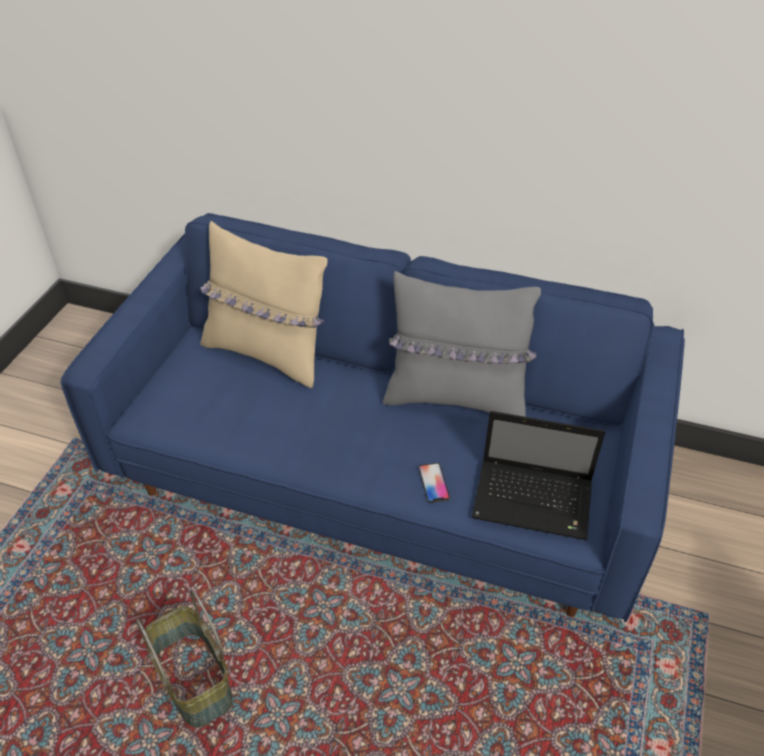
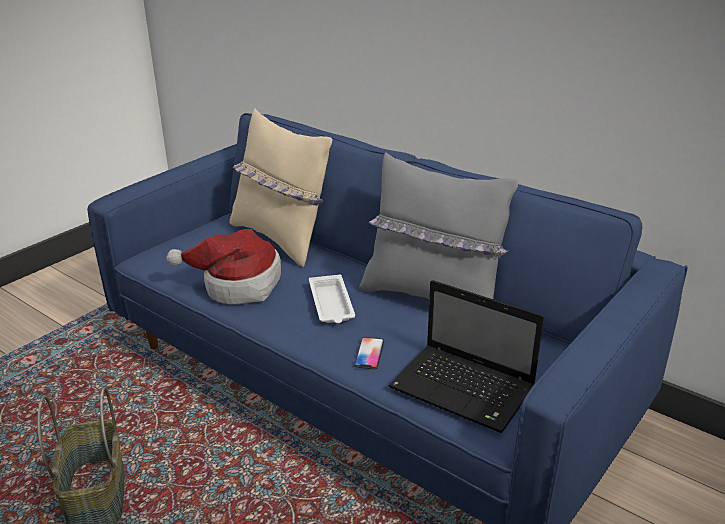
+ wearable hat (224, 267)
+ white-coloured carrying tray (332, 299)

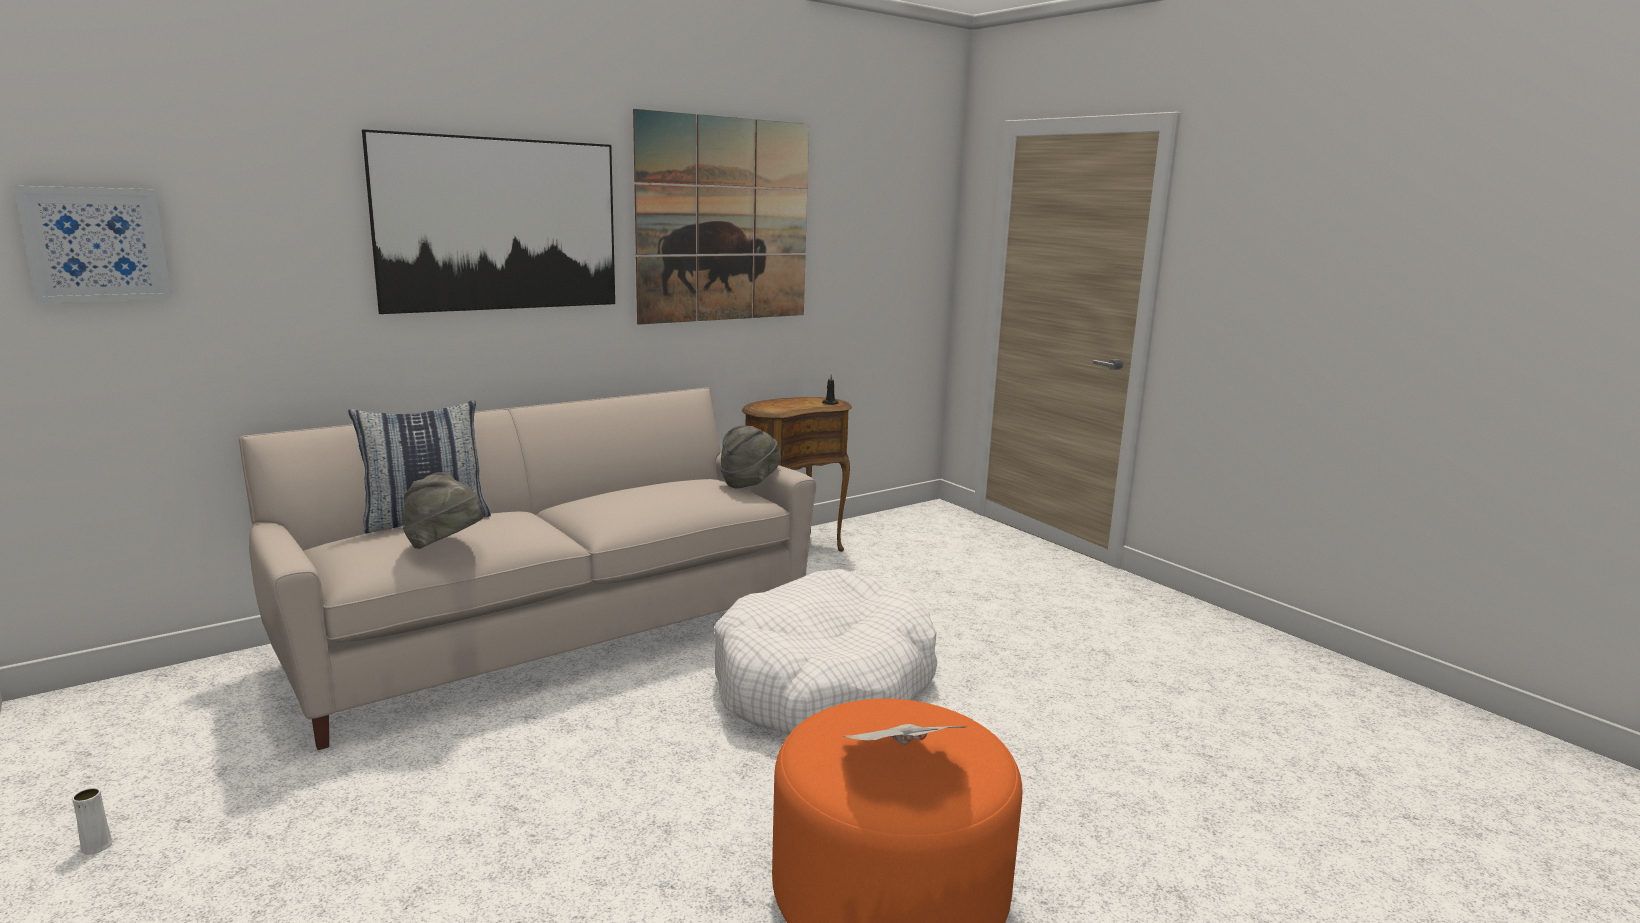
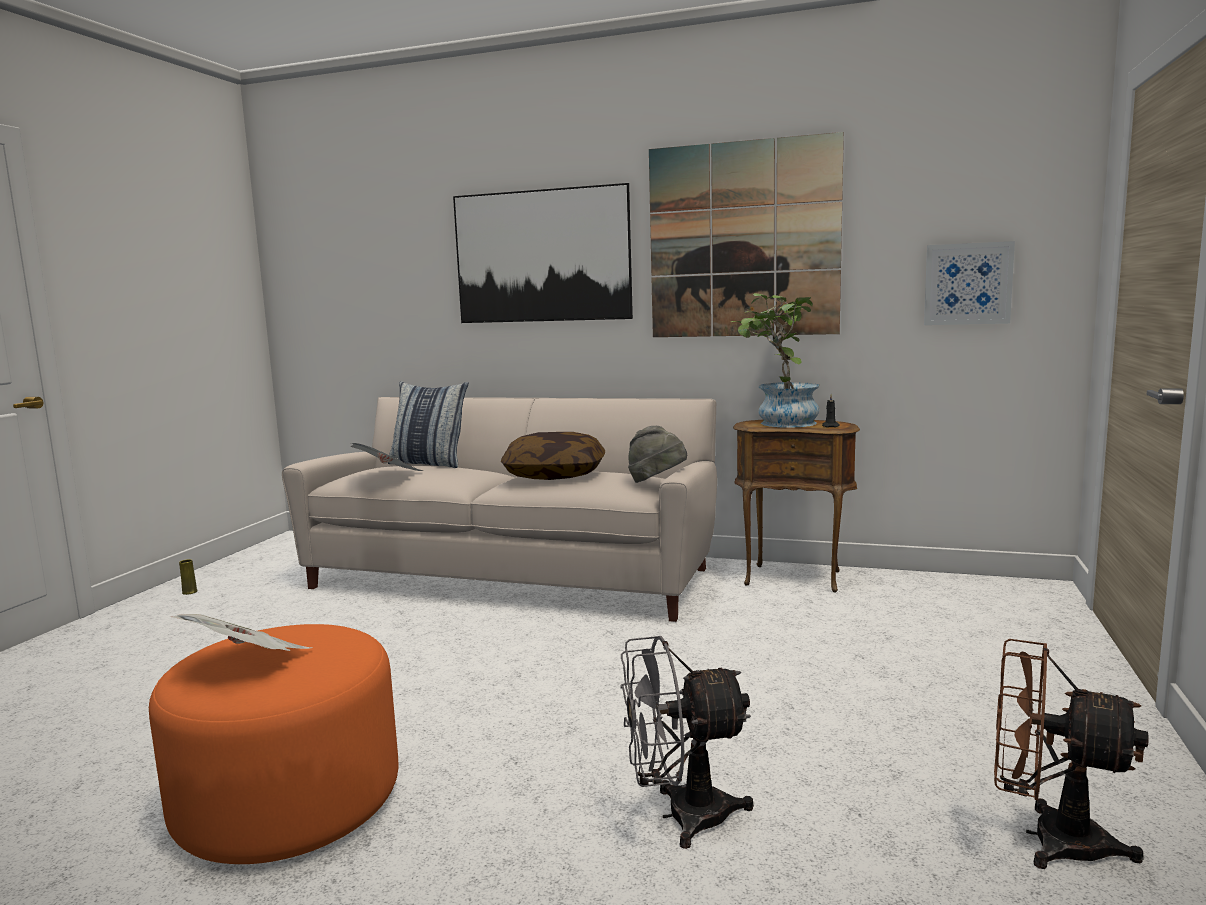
~ picture (93, 244) to (969, 283)
~ grey wearable hat (444, 510) to printed paper (387, 457)
- white-coloured dog cushion (825, 652)
~ white-coloured decorative vase (92, 821) to yellow decorative vase (188, 577)
+ potted plant (775, 360)
+ cushion (553, 456)
+ grey cooling fan (687, 742)
+ brownish cooling fan (1071, 754)

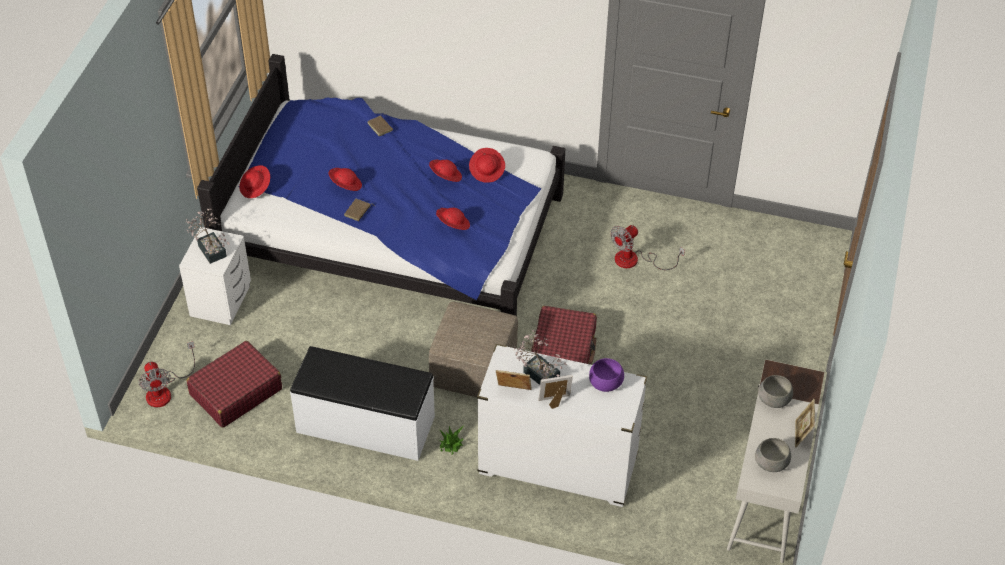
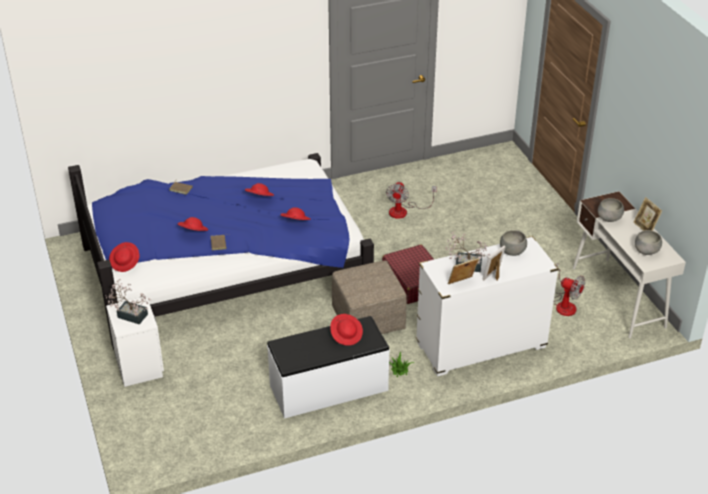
~ reddish wearable hat (487, 165) to (346, 329)
~ cooling fan (167, 374) to (569, 289)
- reddish travel case (234, 384)
~ purple-coloured bowl (606, 375) to grey bowl (513, 243)

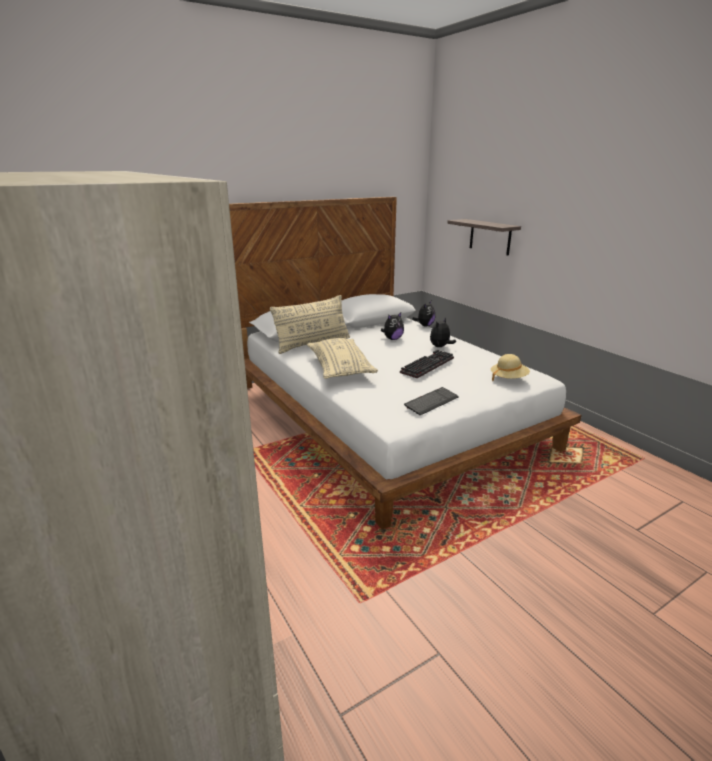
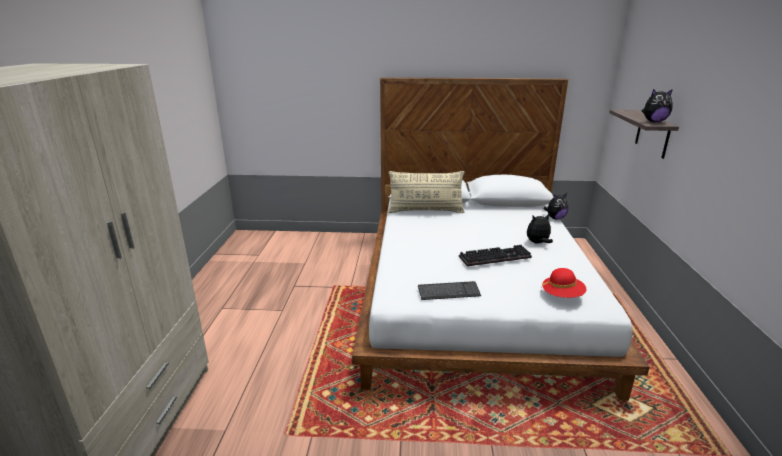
~ cuddly toy (392, 326) to (657, 105)
- beige cushion (342, 358)
~ beige wearable hat (510, 367) to reddish wearable hat (564, 283)

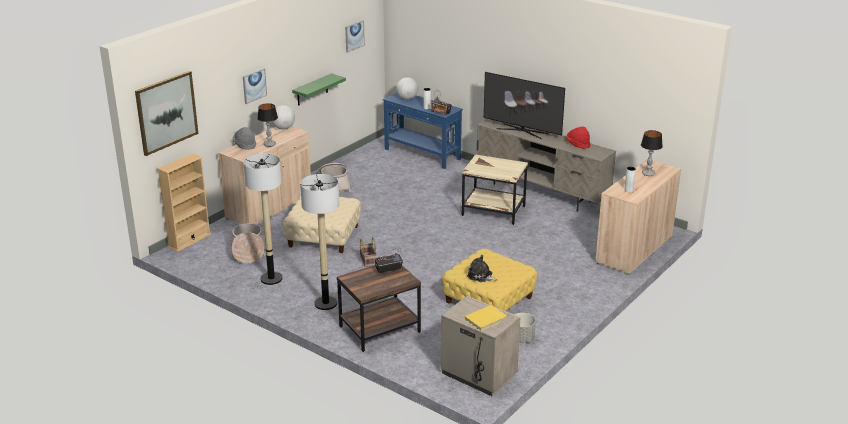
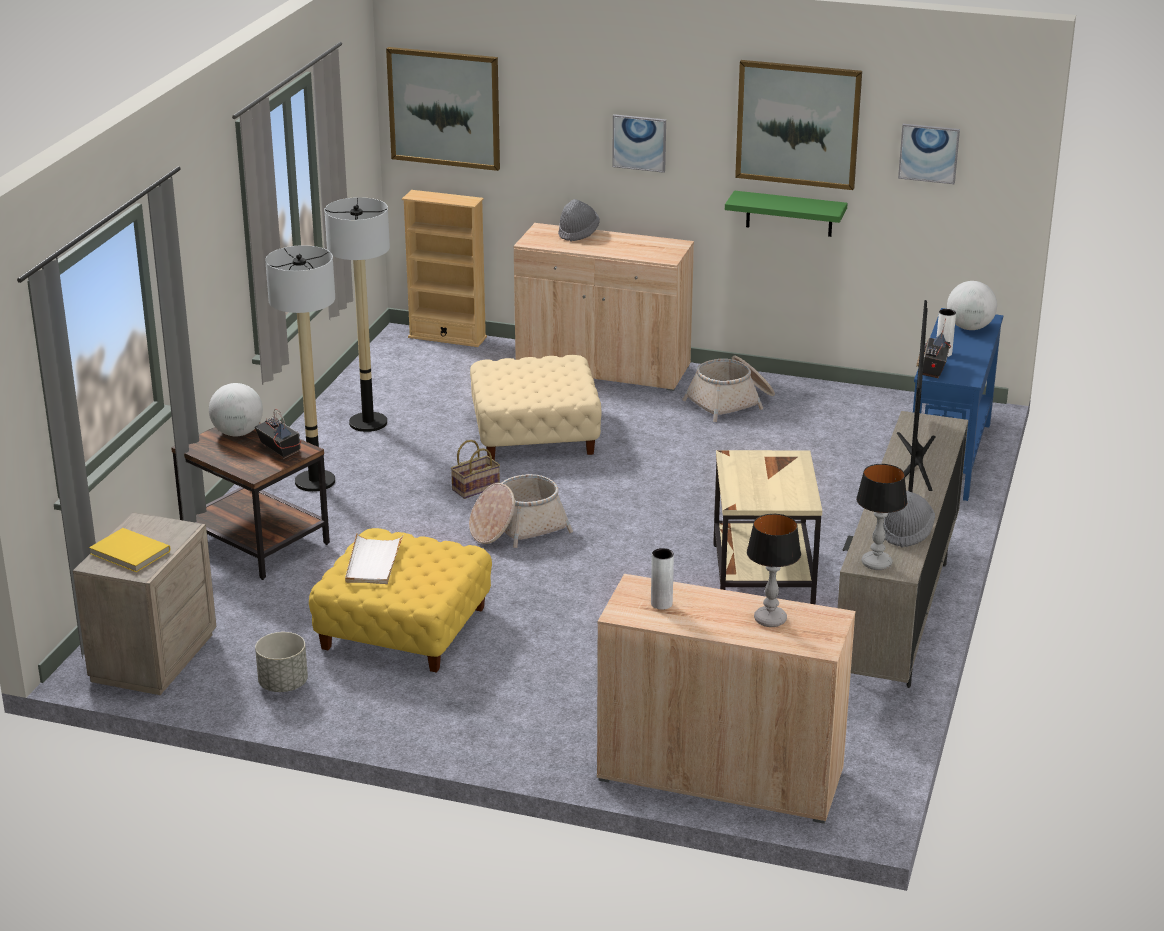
~ tabletop lamp (267, 125) to (881, 517)
~ desk globe (283, 117) to (236, 409)
~ reddish wearable hat (578, 138) to grey wearable hat (909, 519)
~ storage basket (248, 243) to (521, 511)
~ cuddly toy (482, 268) to white-coloured carrying tray (374, 558)
+ picture (798, 125)

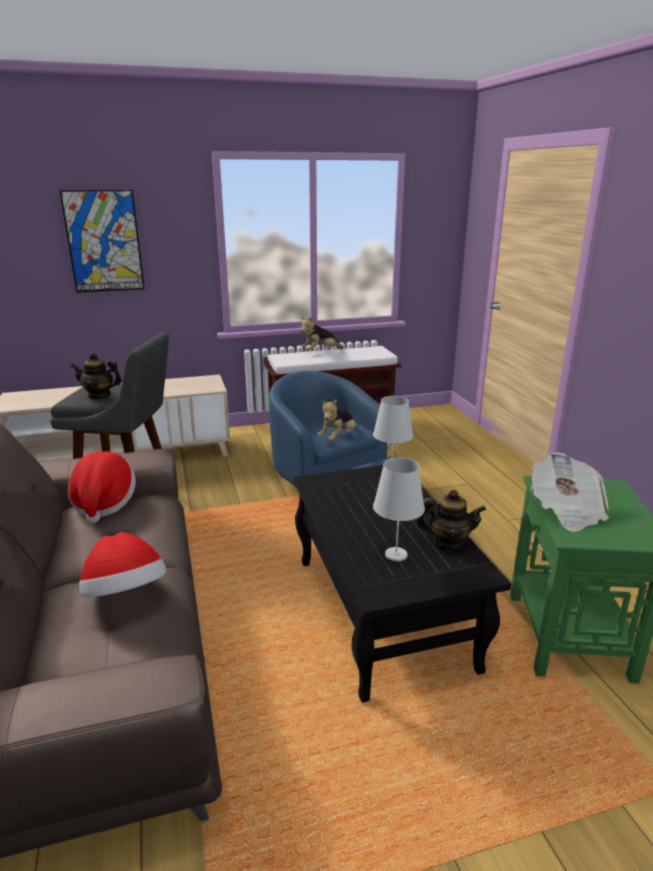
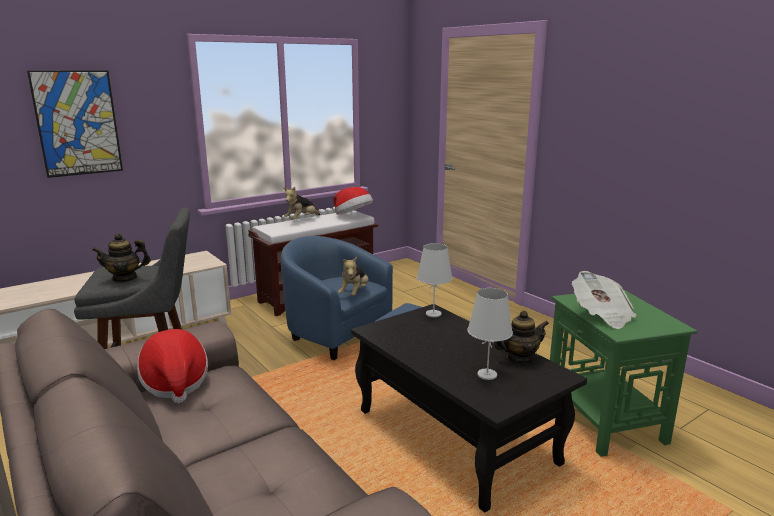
~ wearable hat (123, 564) to (353, 201)

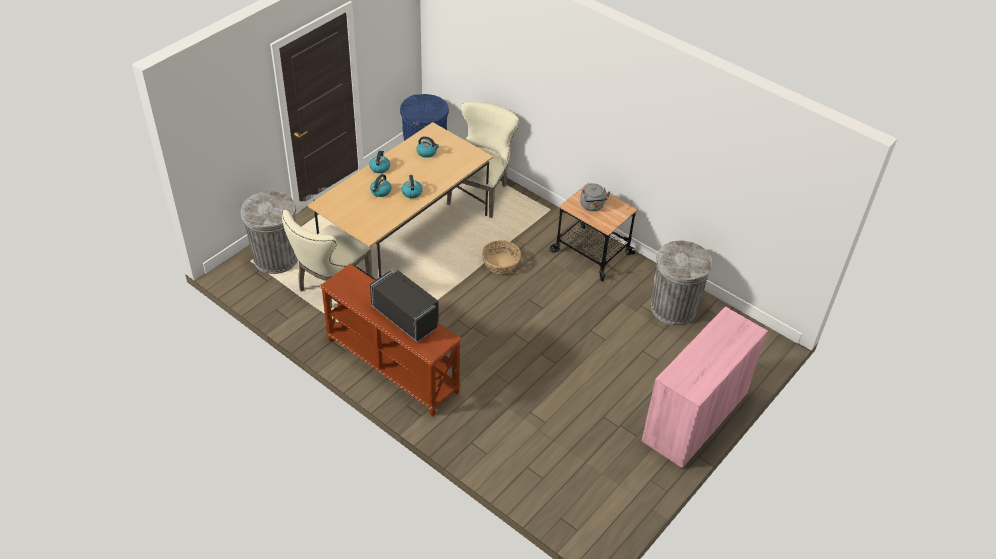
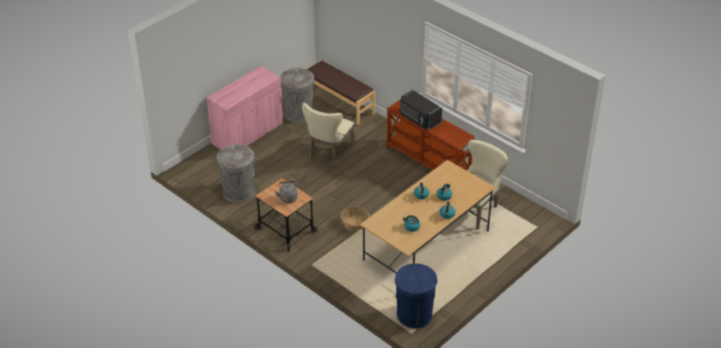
~ beige chair (483, 160) to (328, 134)
~ grey trash can (269, 232) to (297, 95)
+ brownish indoor bench (340, 93)

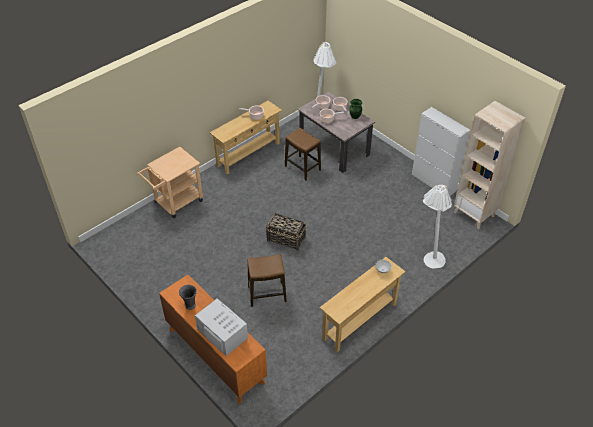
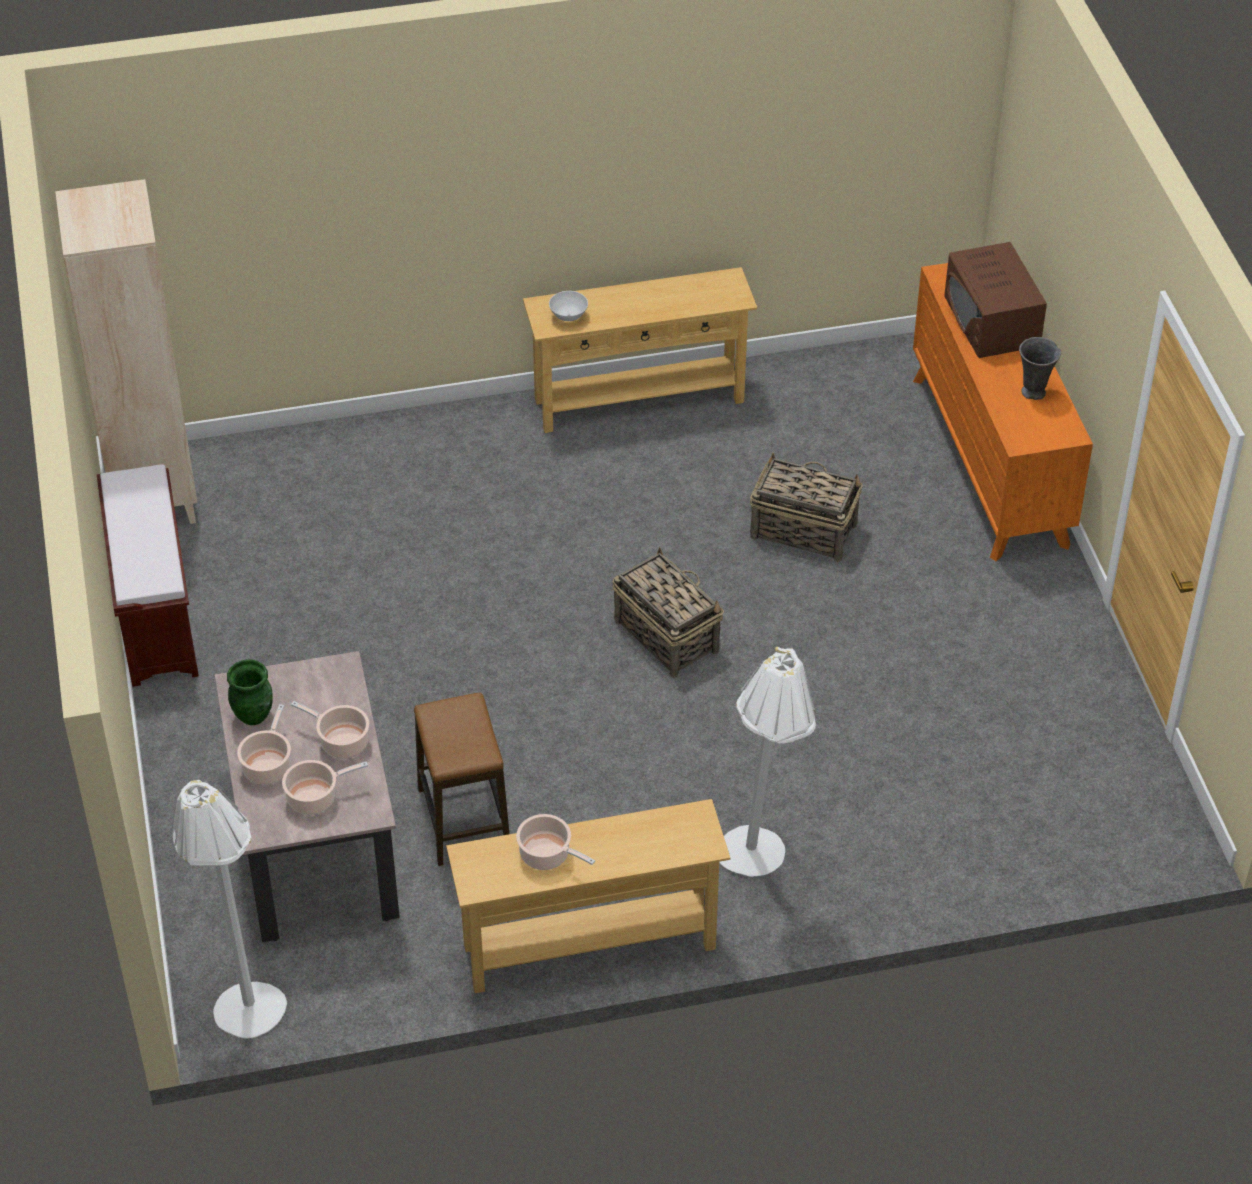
~ white-coloured storage cabinet (441, 151) to brownish indoor bench (148, 575)
- beige wheeled cart (170, 182)
~ white-coloured standard lamp (437, 227) to (768, 762)
~ stool seat (267, 280) to storage basket (806, 507)
~ white-coloured kitchen microwave (221, 327) to brownish kitchen microwave (995, 300)

